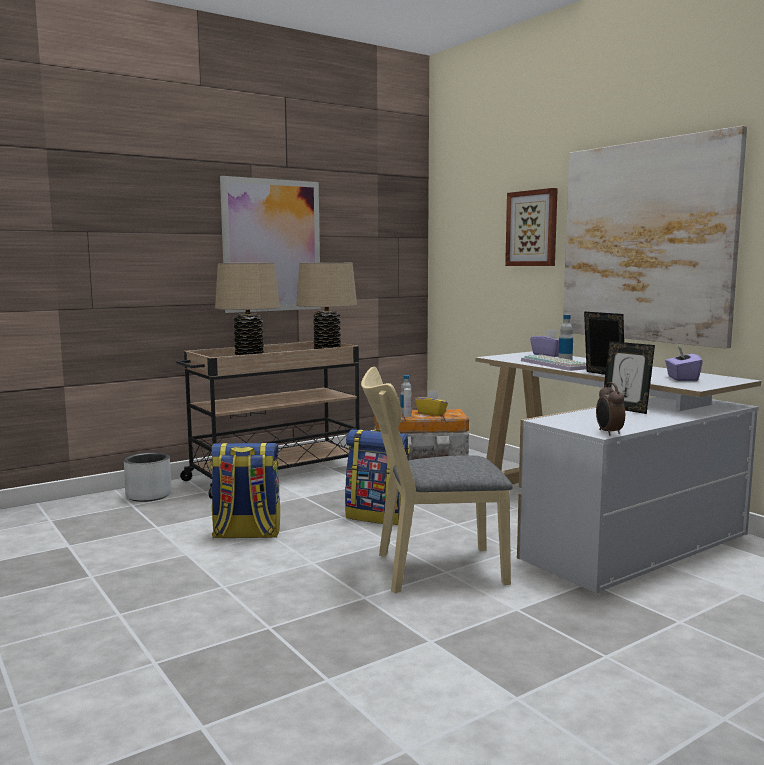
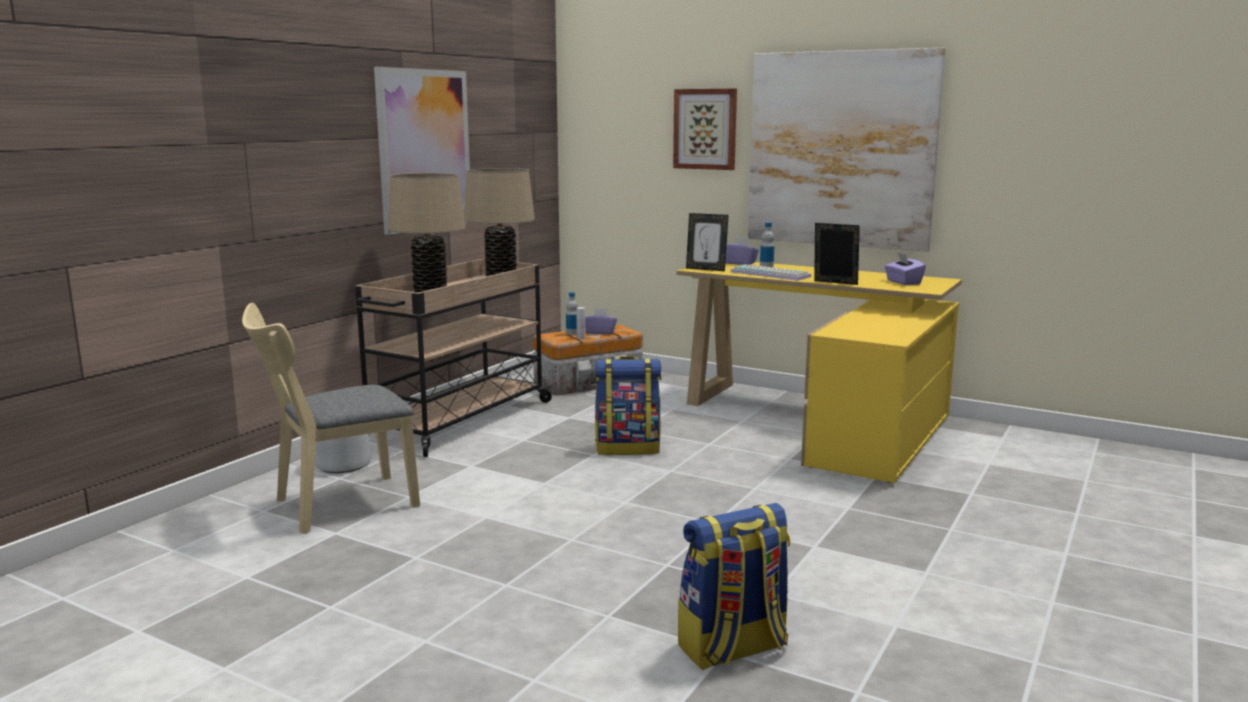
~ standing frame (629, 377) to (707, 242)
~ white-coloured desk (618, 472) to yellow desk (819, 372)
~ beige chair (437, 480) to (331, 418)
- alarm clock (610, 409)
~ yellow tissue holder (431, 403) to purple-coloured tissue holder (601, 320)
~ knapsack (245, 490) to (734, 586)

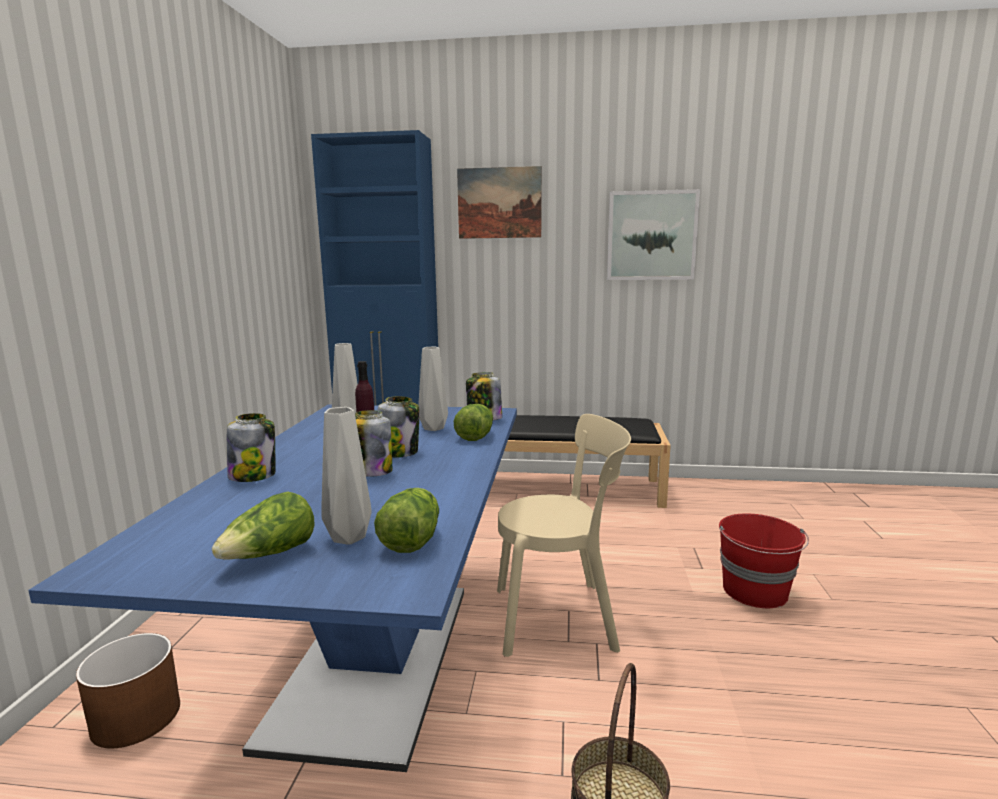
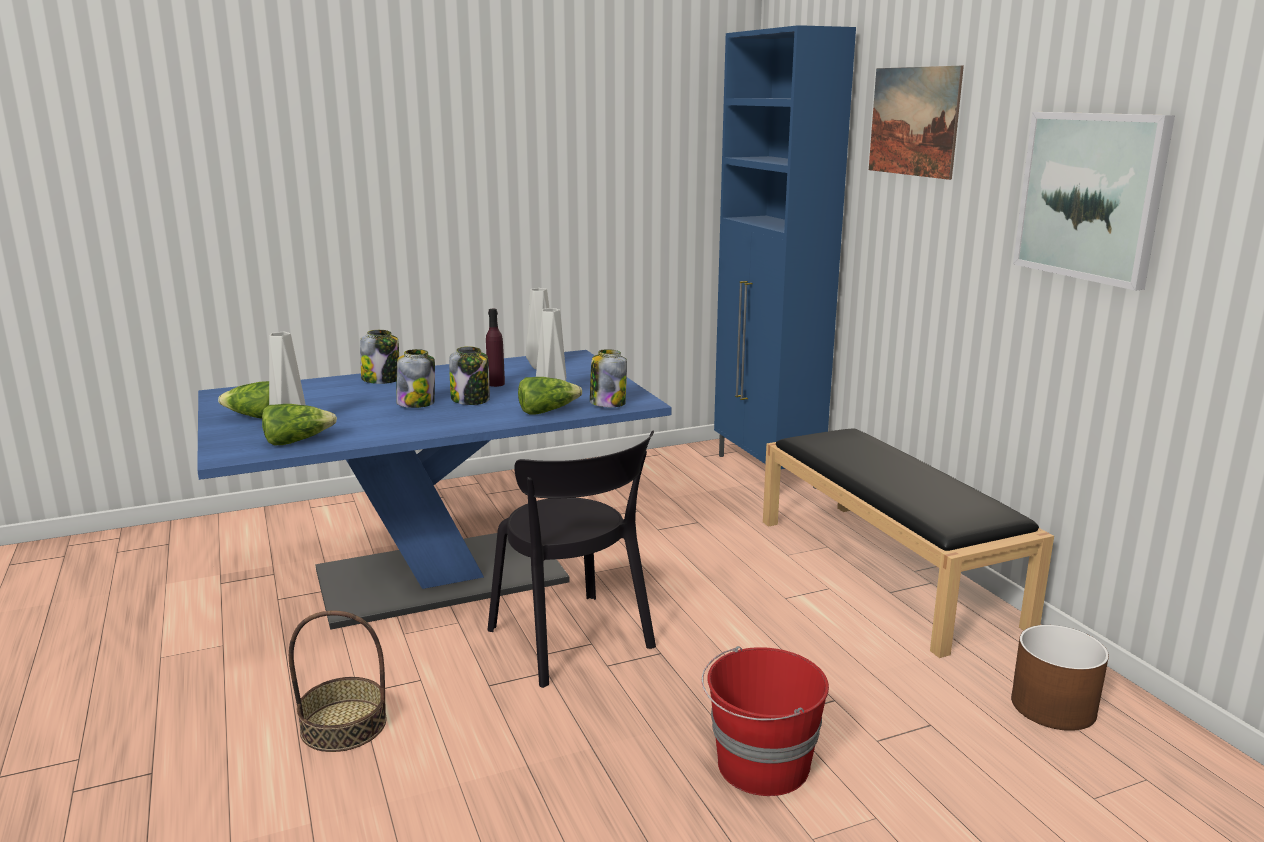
~ beige chair (564, 535) to black chair (571, 559)
~ brownish plant pot (128, 691) to (1060, 678)

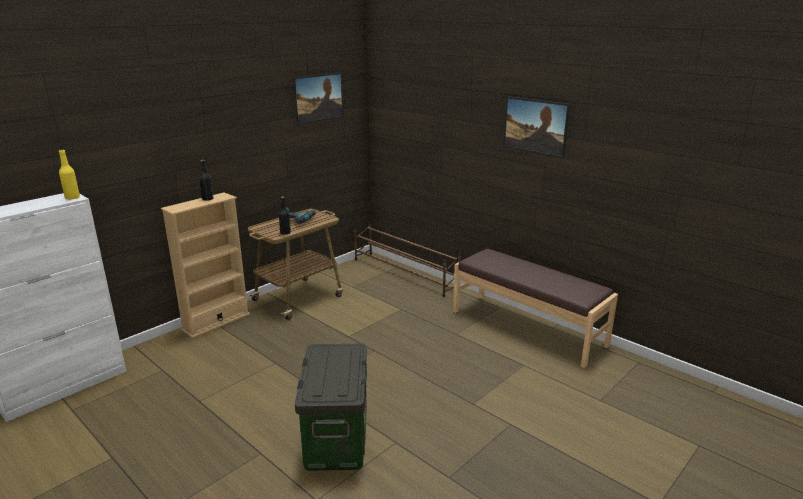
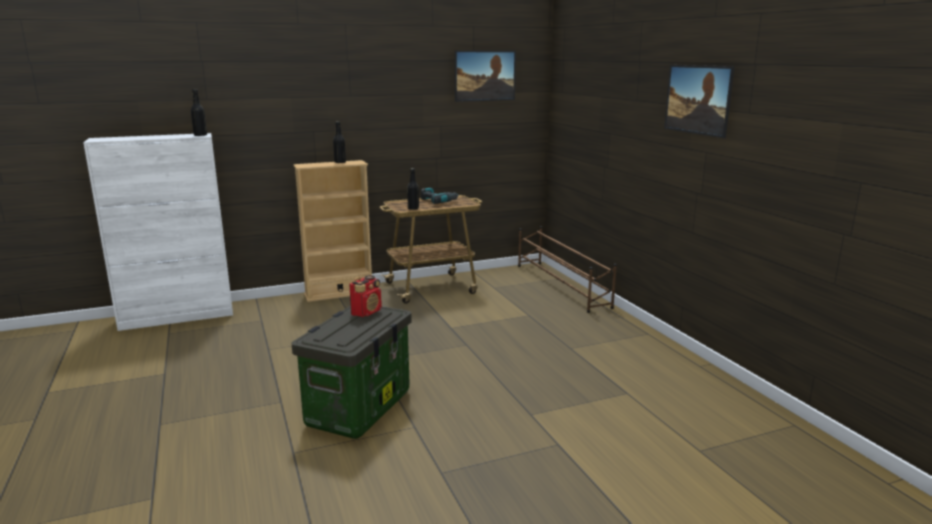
~ yellow beverage bottle (69, 175) to black beverage bottle (199, 112)
- brownish indoor bench (535, 308)
+ radio (365, 296)

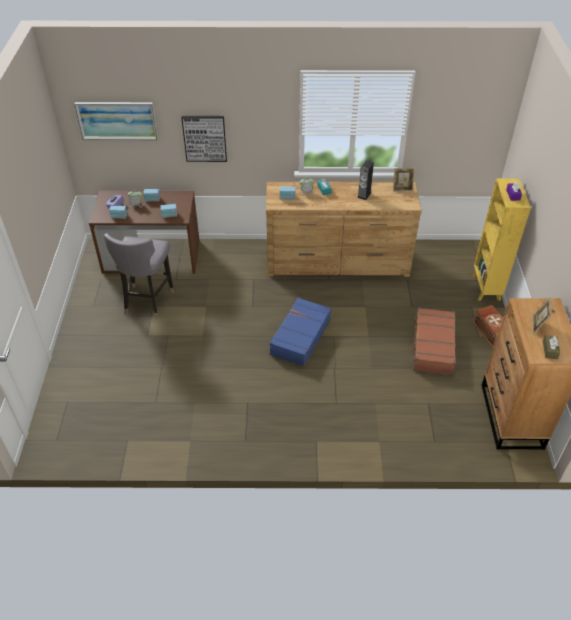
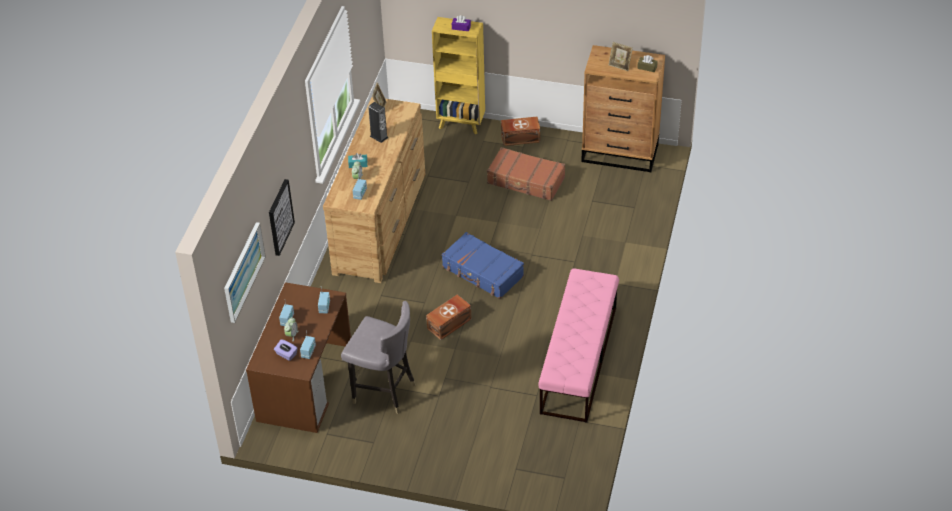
+ pinkish indoor bench (578, 345)
+ brownish storage container (448, 317)

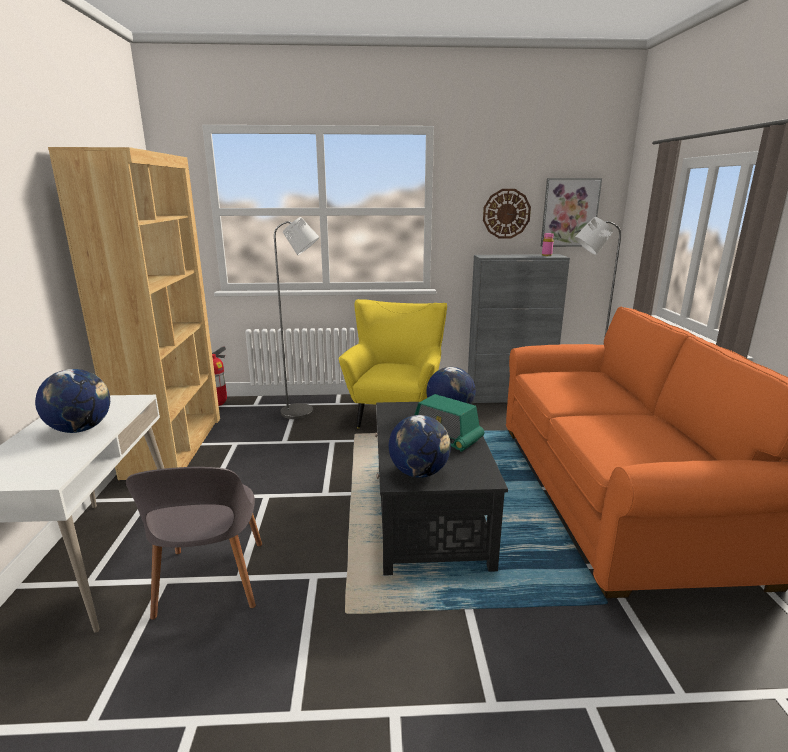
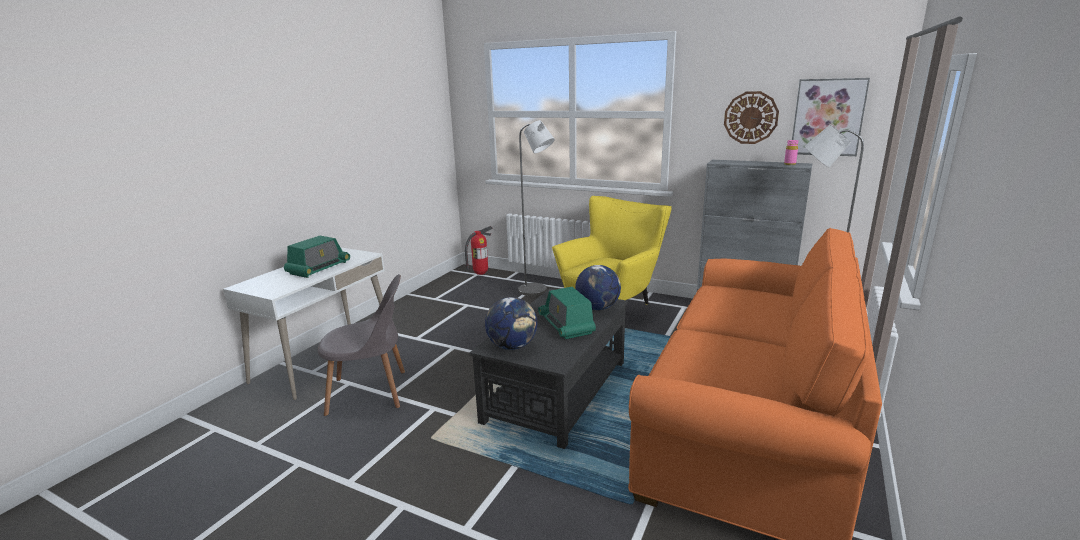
- brownish bookcase (134, 313)
~ desk globe (72, 401) to radio (317, 257)
~ grey chair (194, 543) = (361, 345) 120 degrees counterclockwise

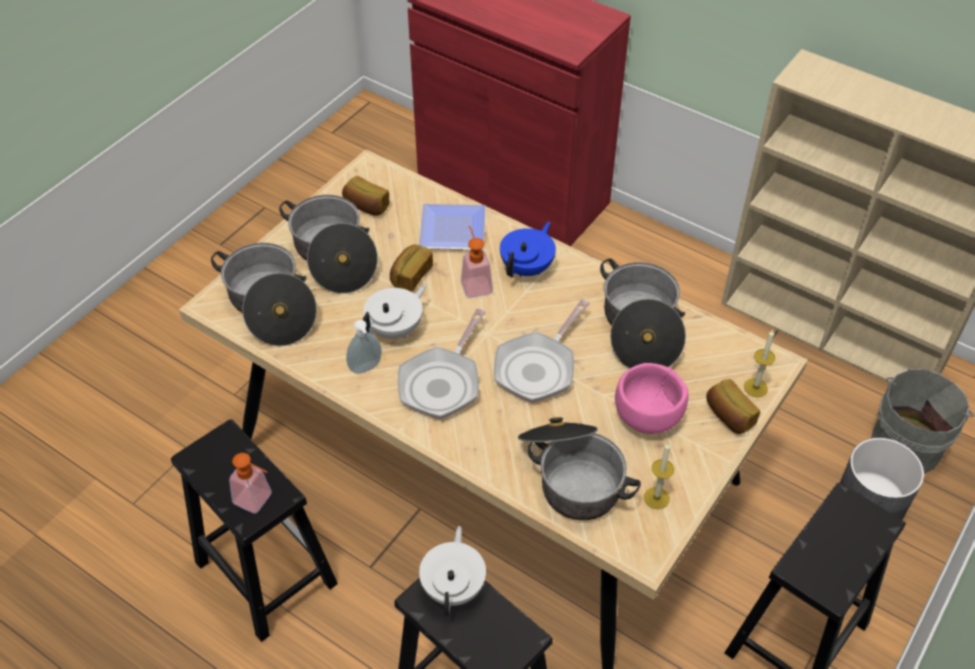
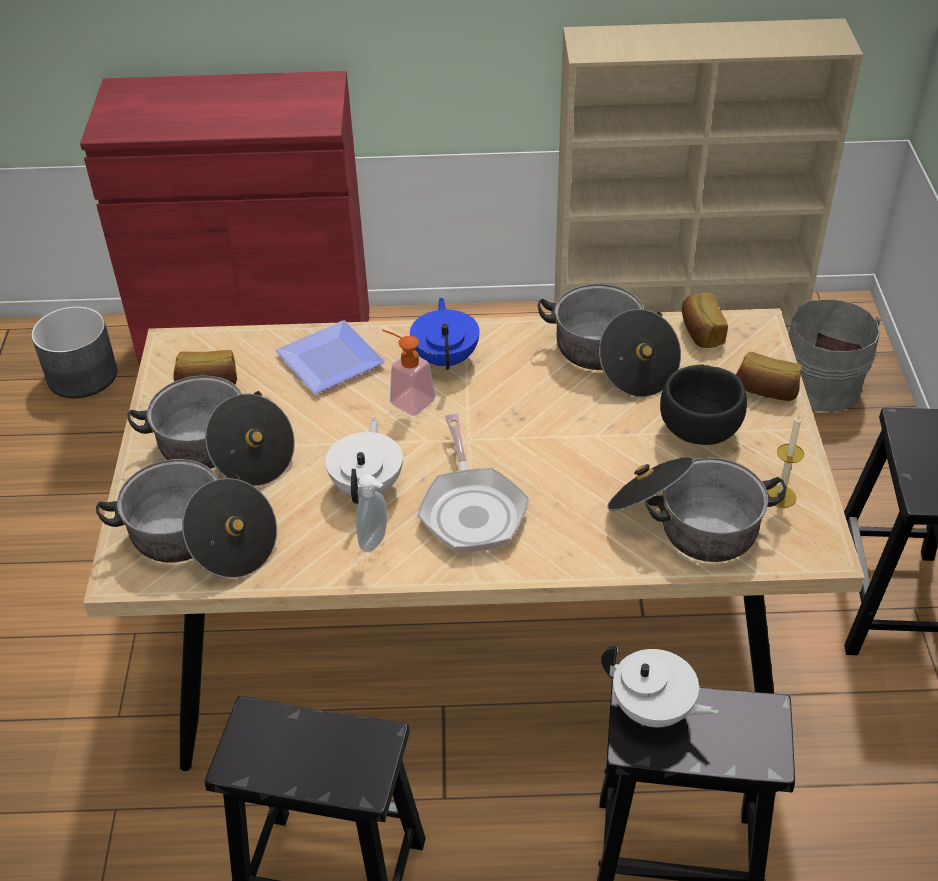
~ baked bread (411, 268) to (705, 320)
- pan (542, 351)
- wax light (759, 363)
~ pinkish bowl (652, 398) to black bowl (703, 405)
~ grey plant pot (882, 479) to (74, 352)
- soap bottle (250, 483)
~ white-coloured pot for tea (452, 571) = (660, 686) 150 degrees clockwise

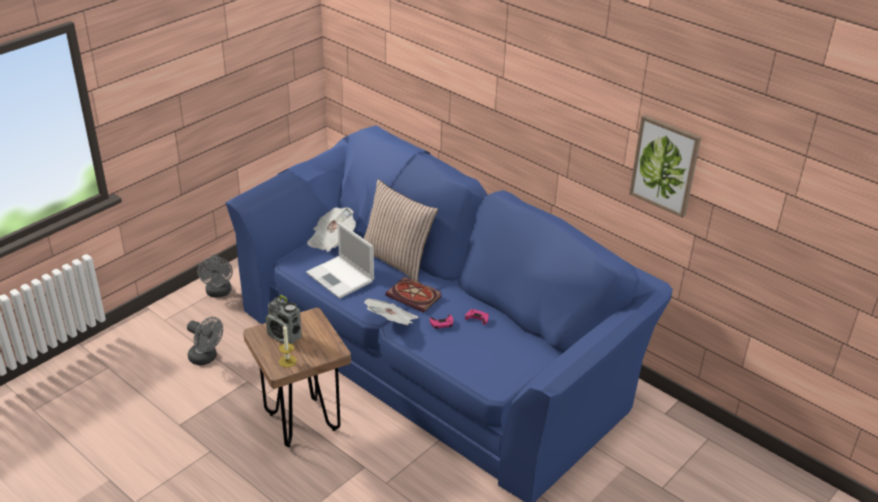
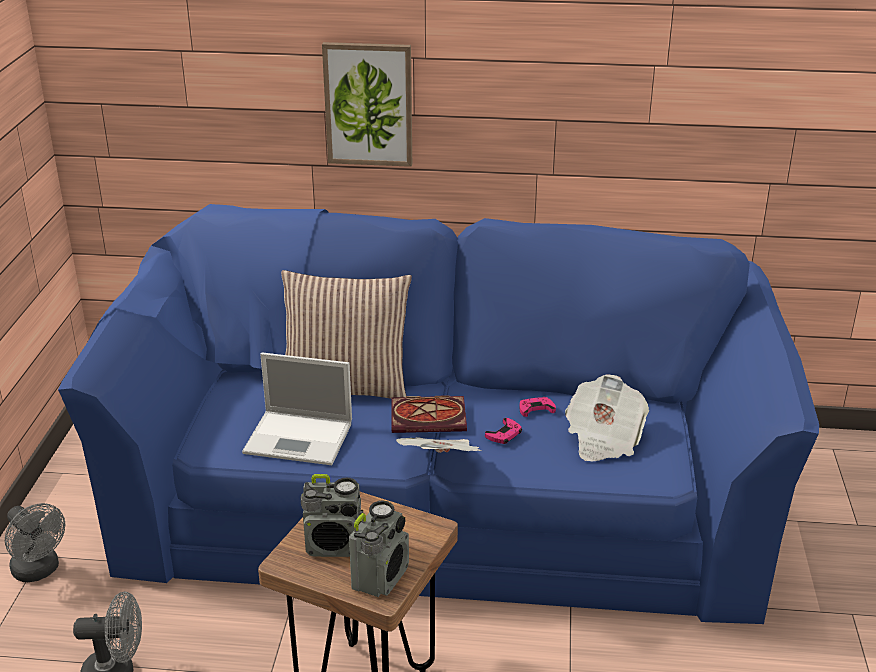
~ picture (665, 166) to (367, 104)
~ printed paper (331, 230) to (607, 417)
~ wax light (288, 345) to radio (379, 549)

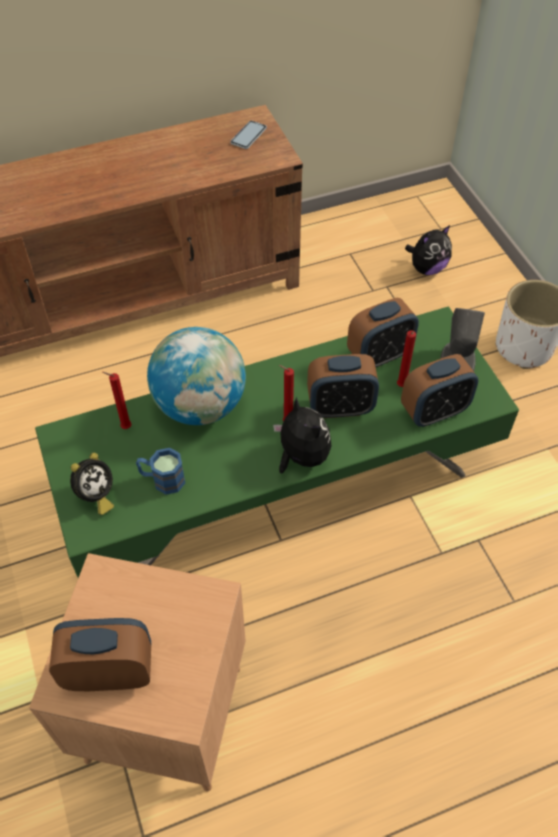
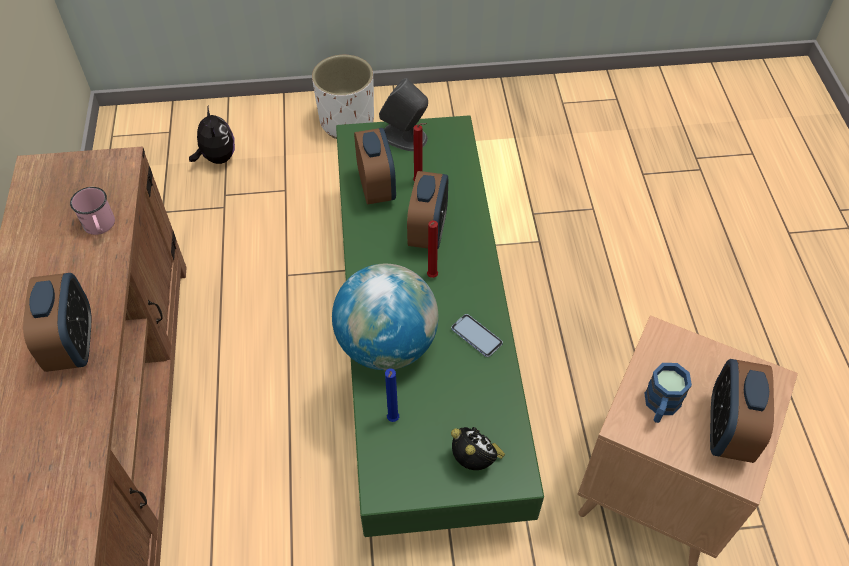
~ telephone (249, 135) to (477, 335)
~ alarm clock (440, 390) to (57, 322)
~ reddish wax light (117, 400) to bluish wax light (392, 395)
- cuddly toy (302, 435)
~ bluish mug (160, 471) to (668, 393)
+ pinkish mug (92, 211)

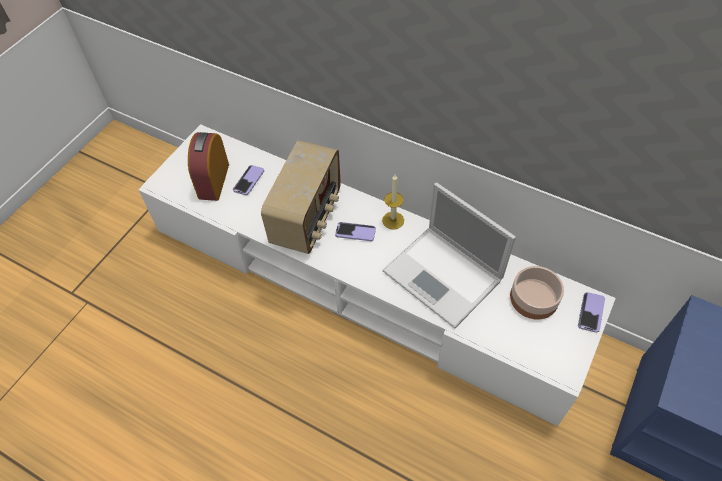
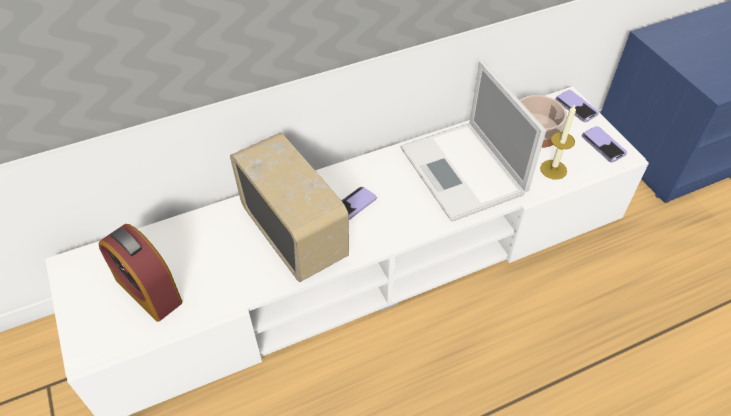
~ telephone (248, 180) to (604, 144)
~ wax light (393, 202) to (558, 142)
~ portable computer (449, 255) = (473, 141) 75 degrees clockwise

